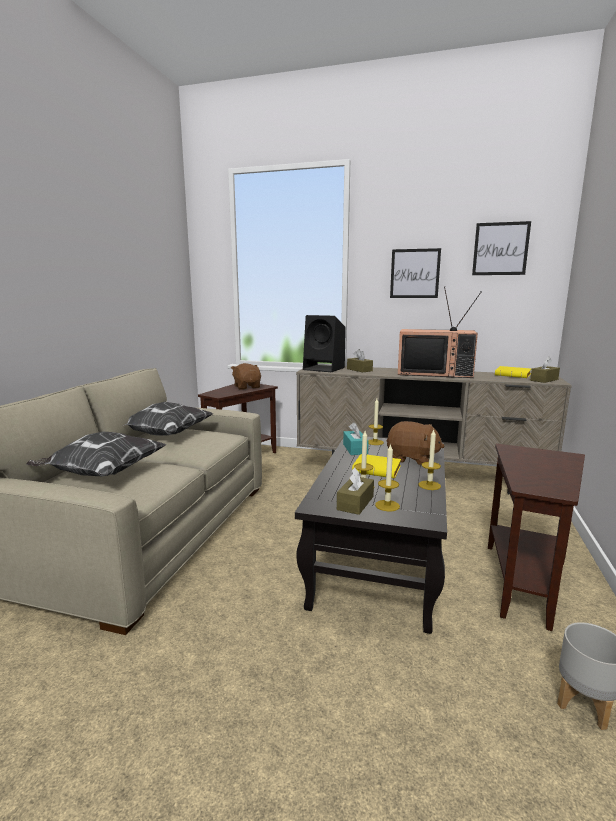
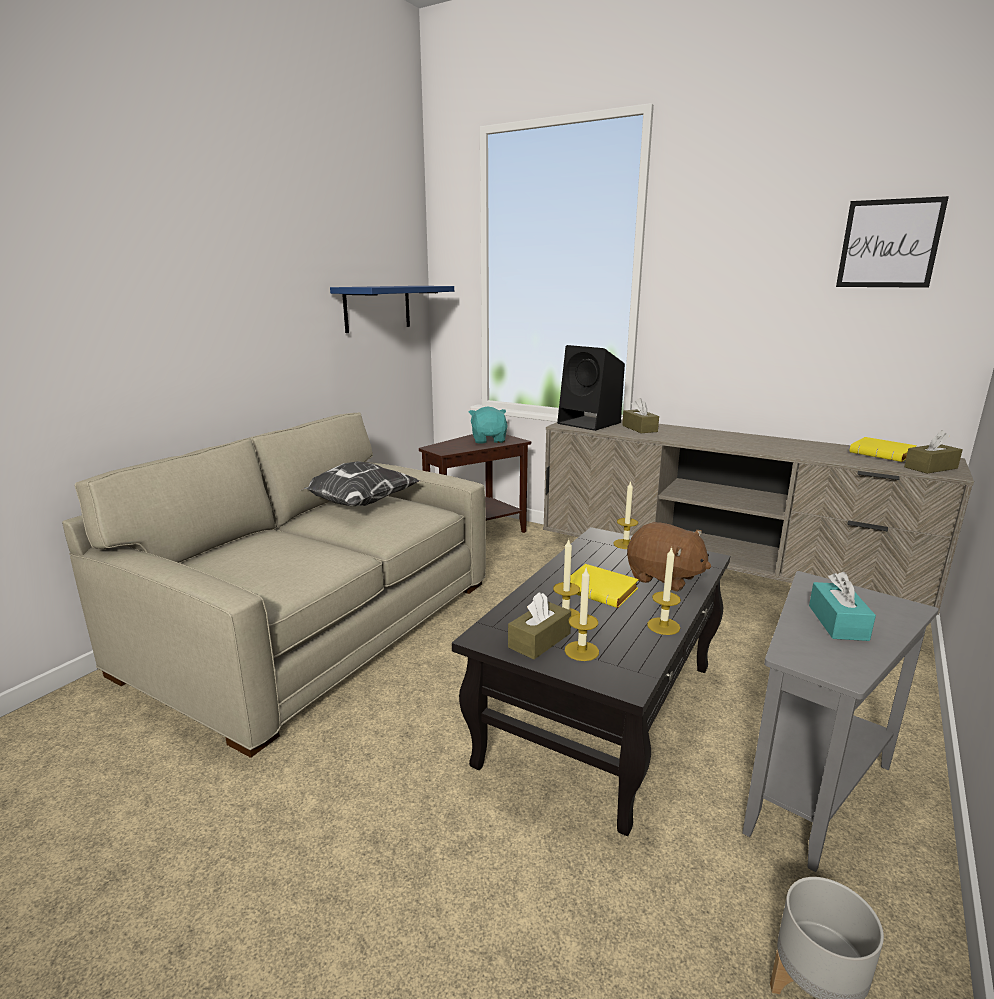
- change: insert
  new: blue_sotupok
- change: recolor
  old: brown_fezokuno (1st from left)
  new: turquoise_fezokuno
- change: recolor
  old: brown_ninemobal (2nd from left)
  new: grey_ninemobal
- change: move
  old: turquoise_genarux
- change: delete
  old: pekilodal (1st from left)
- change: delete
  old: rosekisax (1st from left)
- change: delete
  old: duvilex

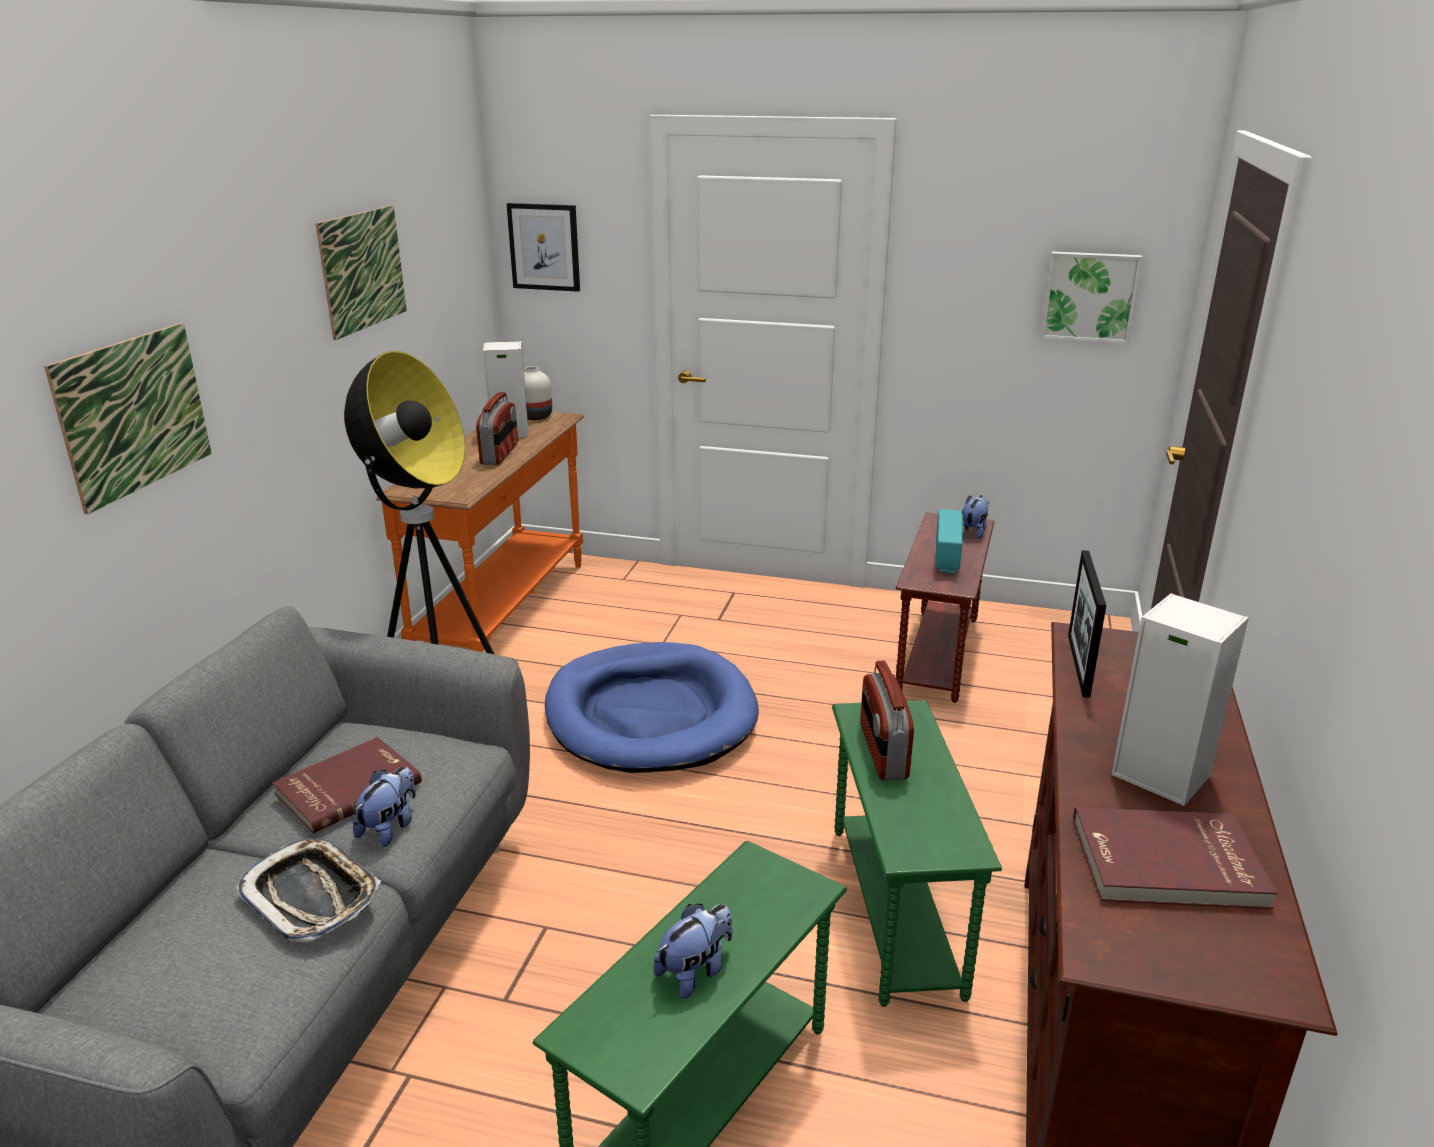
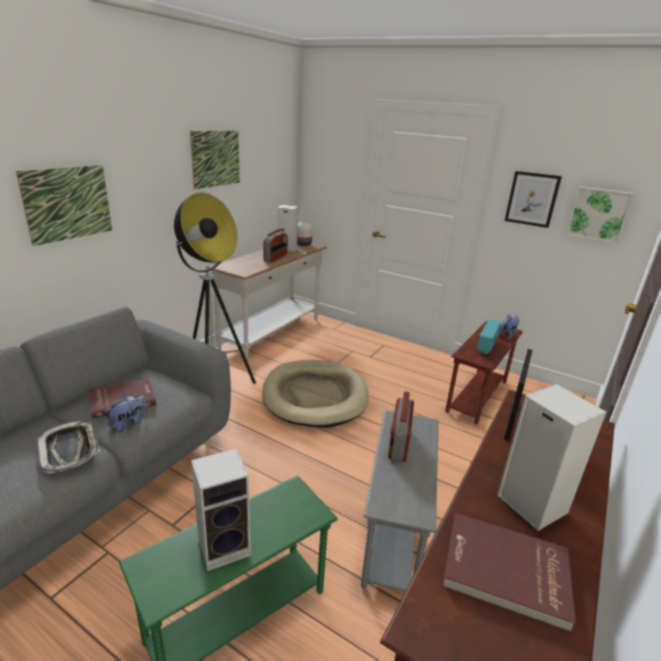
- change: replace
  old: fezokuno (2nd from left)
  new: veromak (1st from left)
- change: recolor
  old: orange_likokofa
  new: white_likokofa
- change: recolor
  old: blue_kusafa
  new: beige_kusafa
- change: recolor
  old: green_ninemobal (2nd from left)
  new: grey_ninemobal
- change: move
  old: rosekisax (3rd from left)

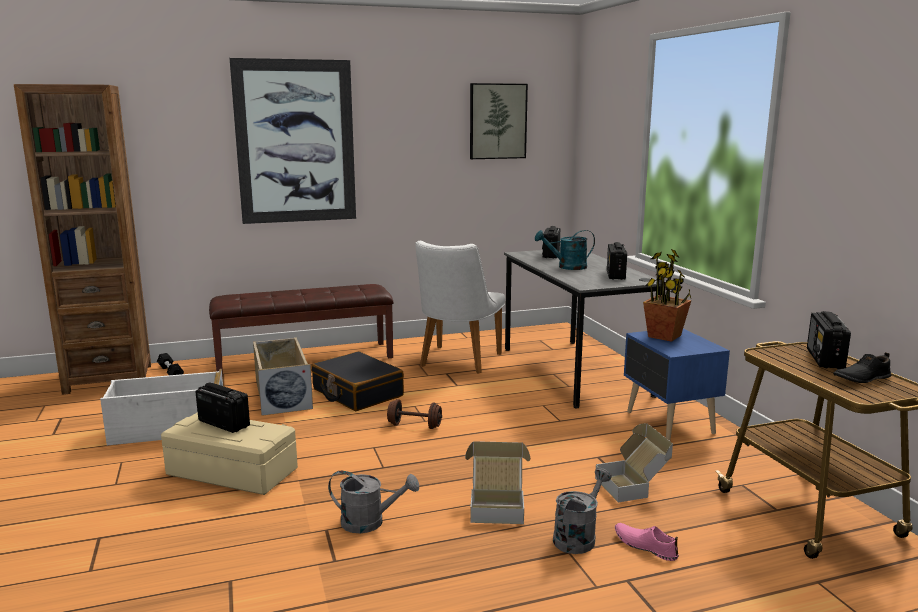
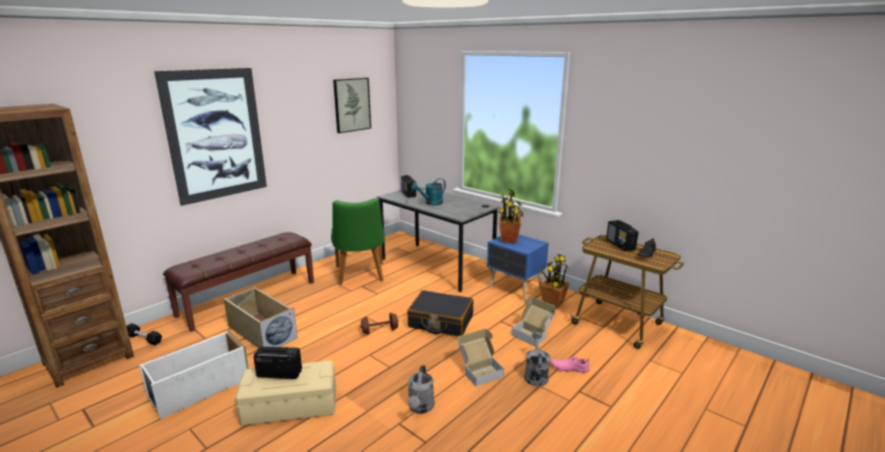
- change: recolor
  old: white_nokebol
  new: green_nokebol
- change: move
  old: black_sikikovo
- change: rotate
  old: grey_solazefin (1st from left)
  degrees: 120
- change: insert
  new: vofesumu (2nd from left)
- change: delete
  old: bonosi (3rd from left)

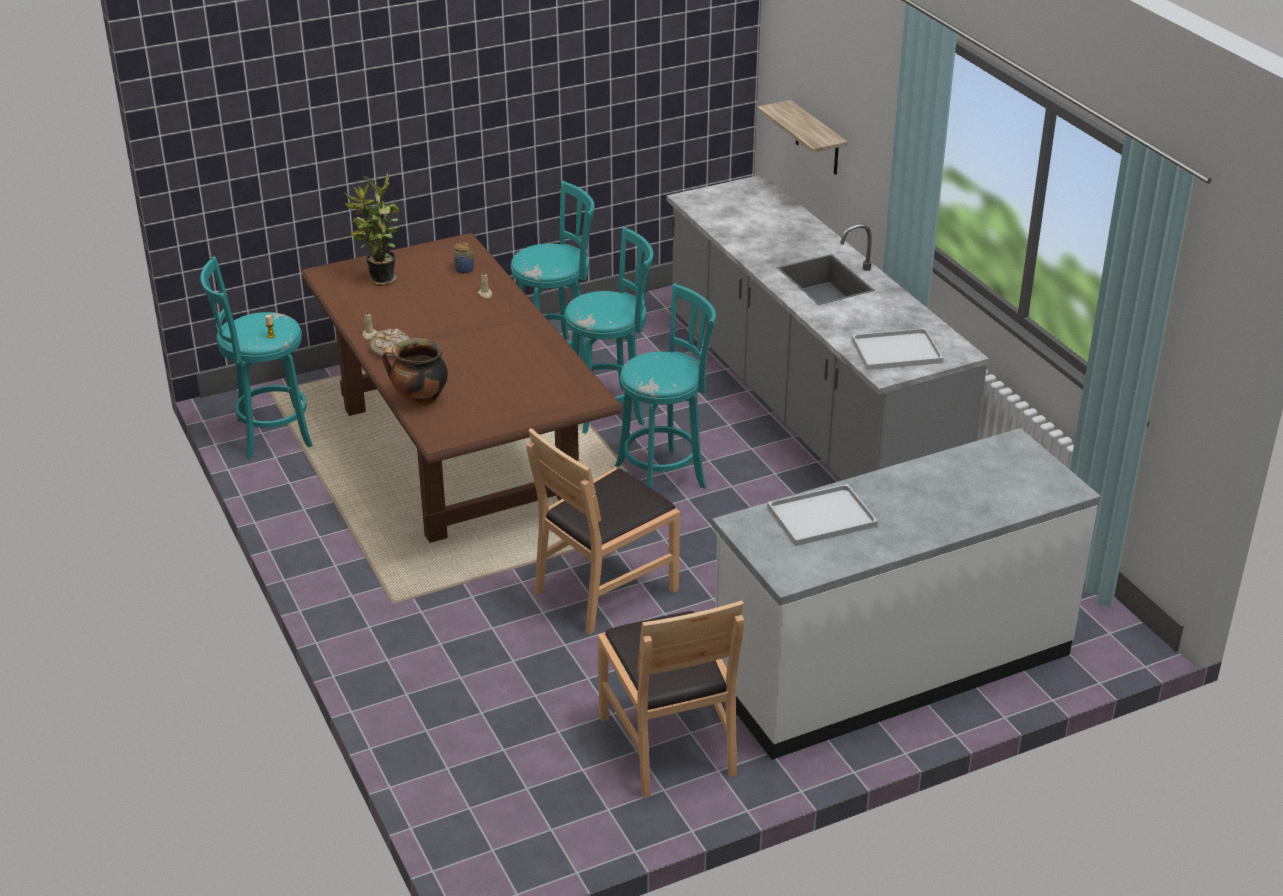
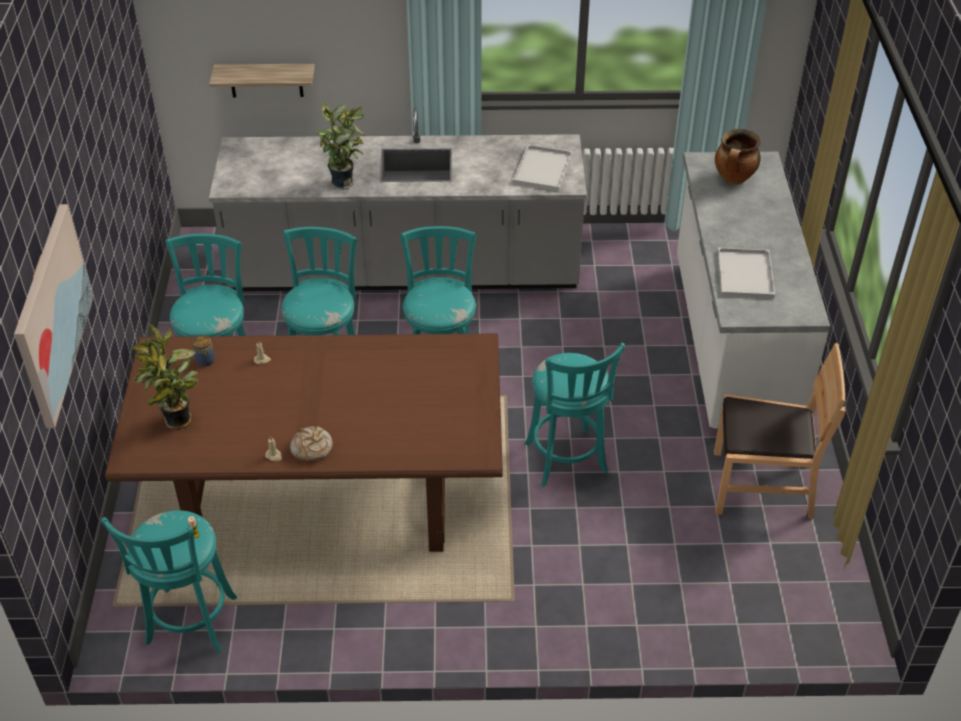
- change: insert
  new: rosekisax
- change: insert
  new: vofesumu (2nd from left)
- change: replace
  old: brown_nokebol (1st from left)
  new: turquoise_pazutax (5th from left)
- change: move
  old: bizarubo

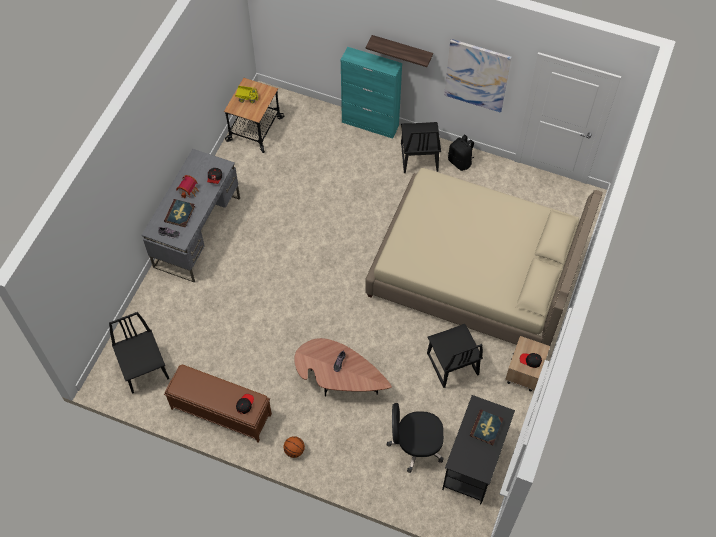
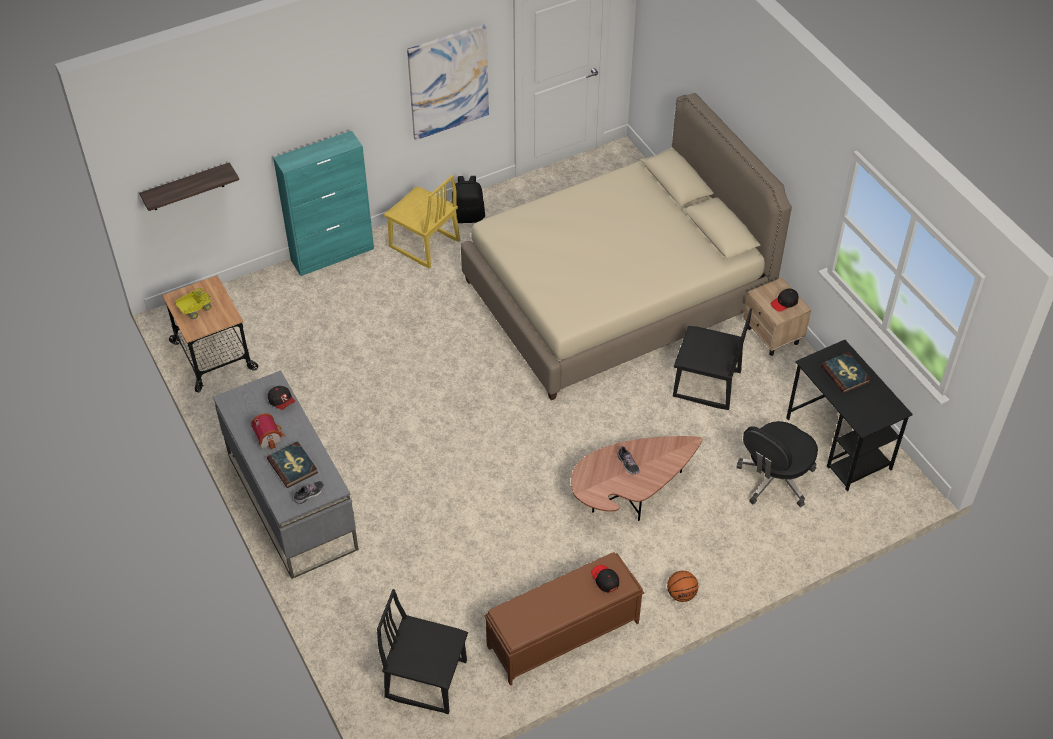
- change: move
  old: sotupok
- change: recolor
  old: black_nokebol (2nd from left)
  new: yellow_nokebol

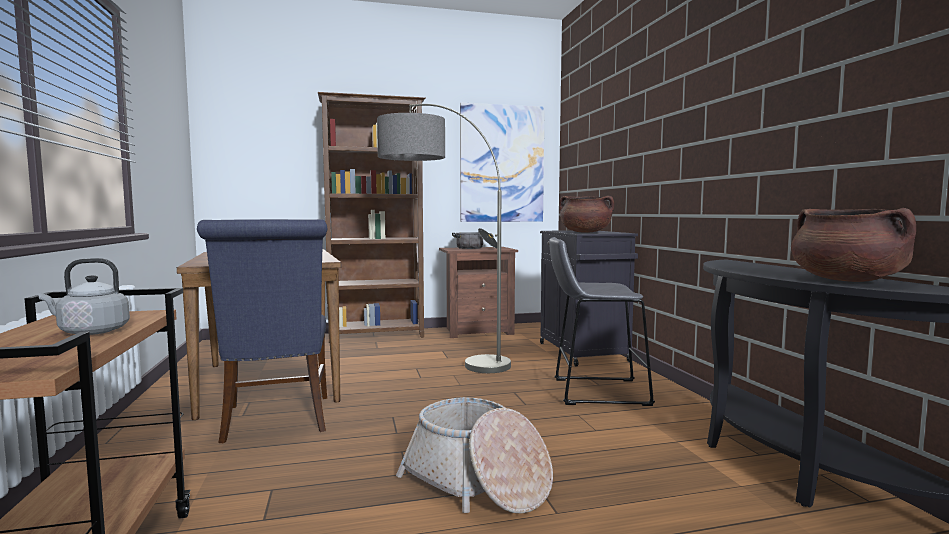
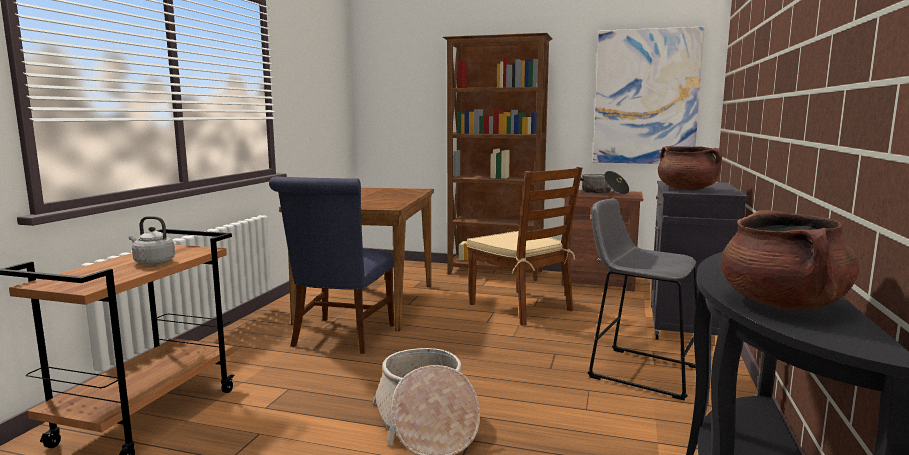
- change: replace
  old: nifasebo
  new: brown_nokebol

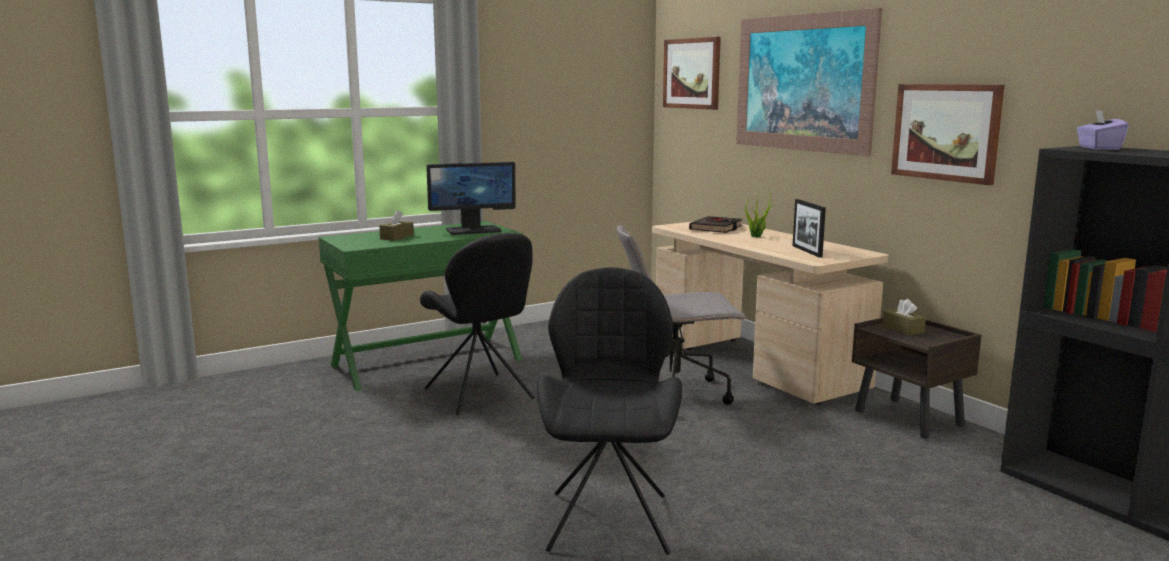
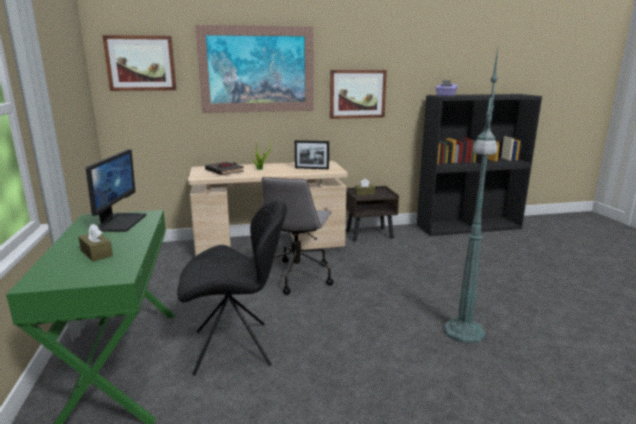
- change: replace
  old: black_nokebol (2nd from left)
  new: green_nifasebo

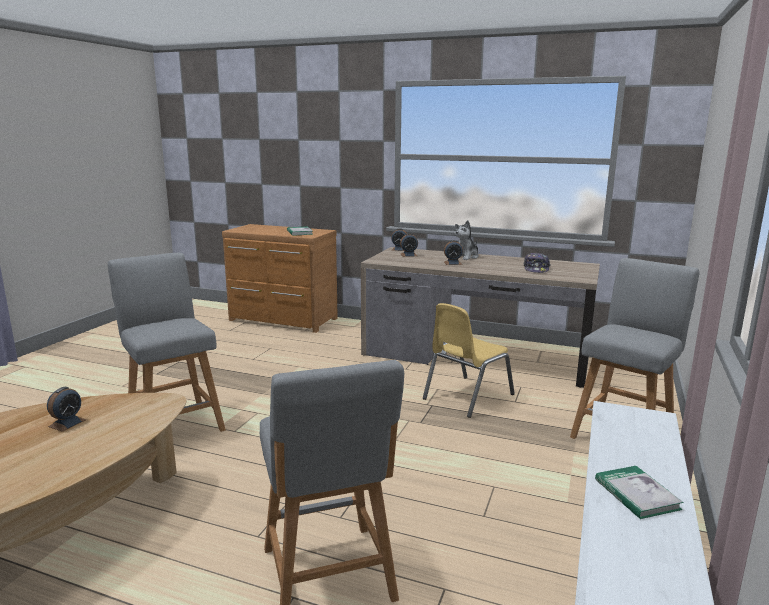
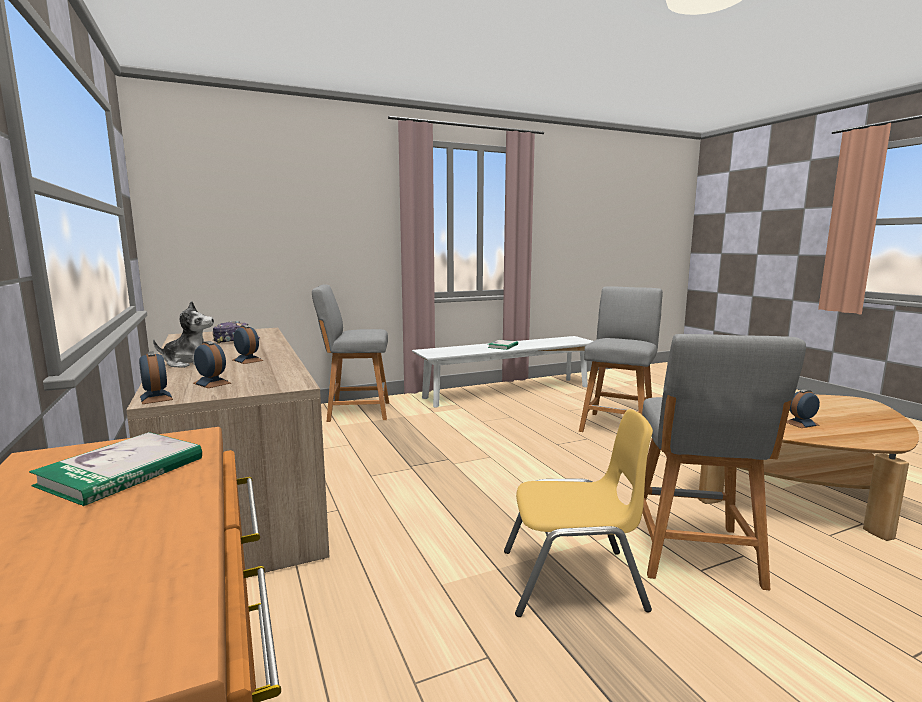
- change: move
  old: yellow_nokebol

